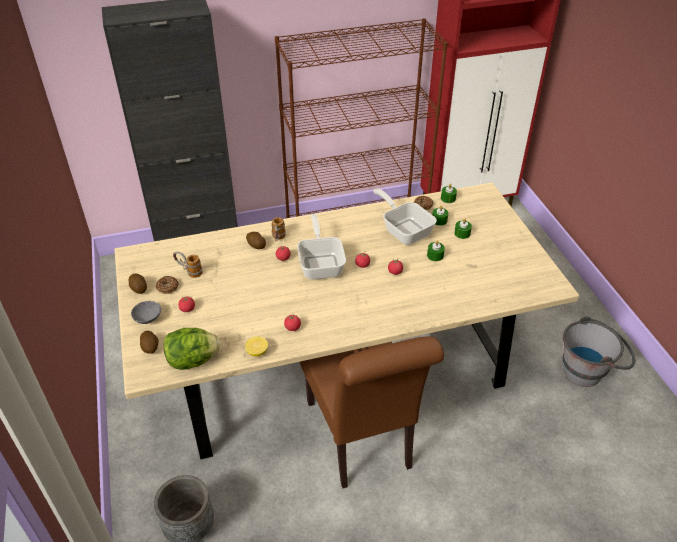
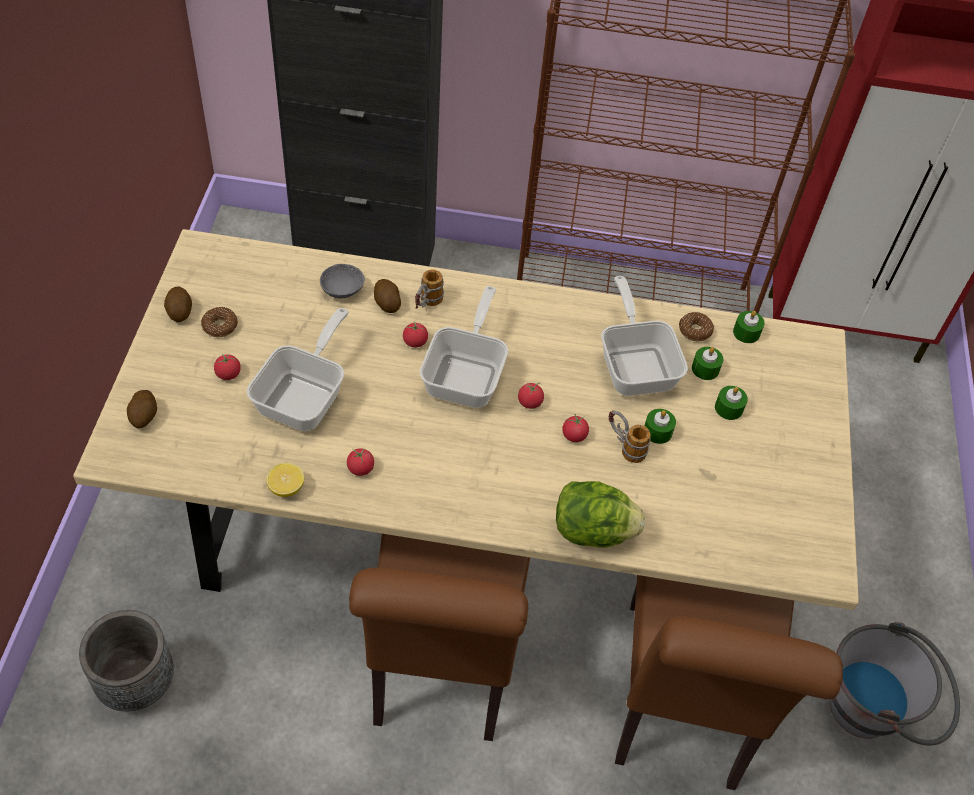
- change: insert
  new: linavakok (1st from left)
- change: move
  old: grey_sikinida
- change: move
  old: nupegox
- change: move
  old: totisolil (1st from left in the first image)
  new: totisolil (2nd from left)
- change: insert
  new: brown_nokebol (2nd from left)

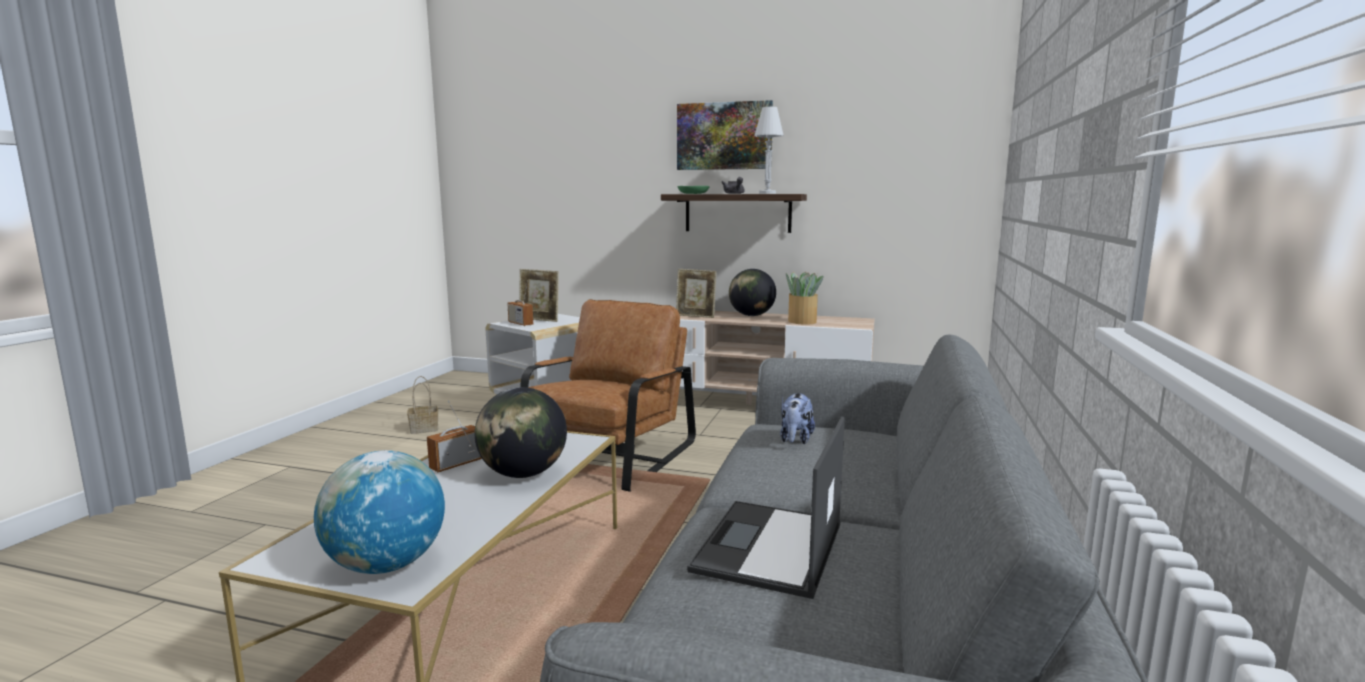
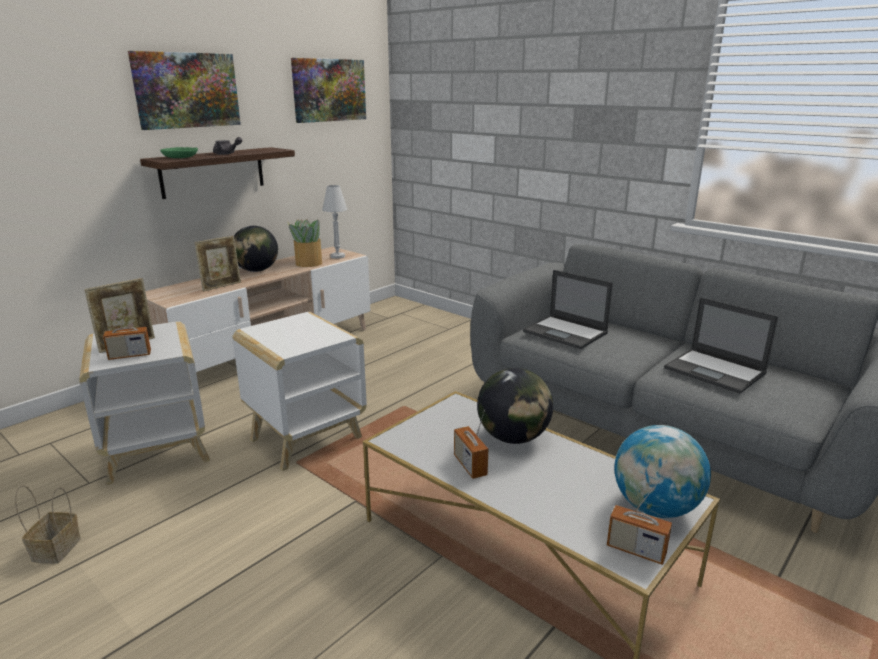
- change: replace
  old: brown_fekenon
  new: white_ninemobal (2nd from left)
- change: insert
  new: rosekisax (2nd from left)
- change: move
  old: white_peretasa
- change: replace
  old: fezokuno
  new: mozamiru (1st from left)
- change: insert
  new: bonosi (3rd from left)

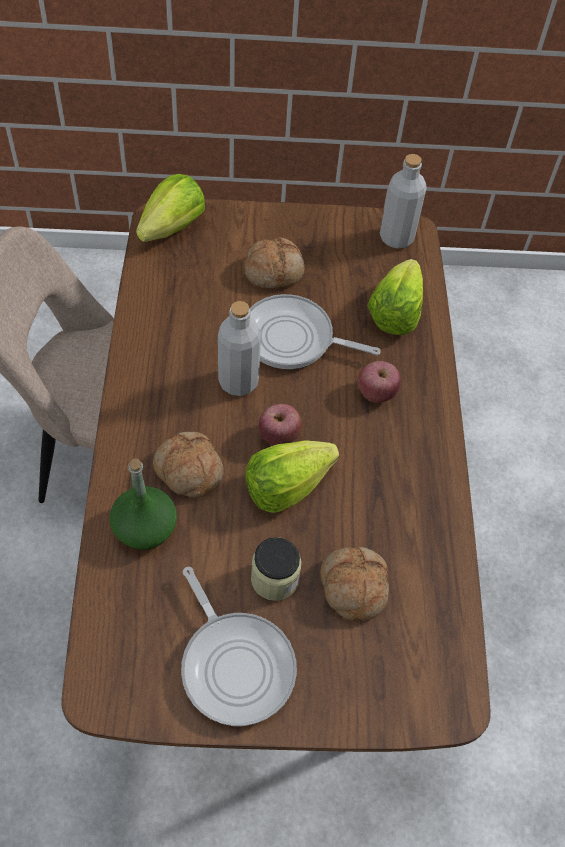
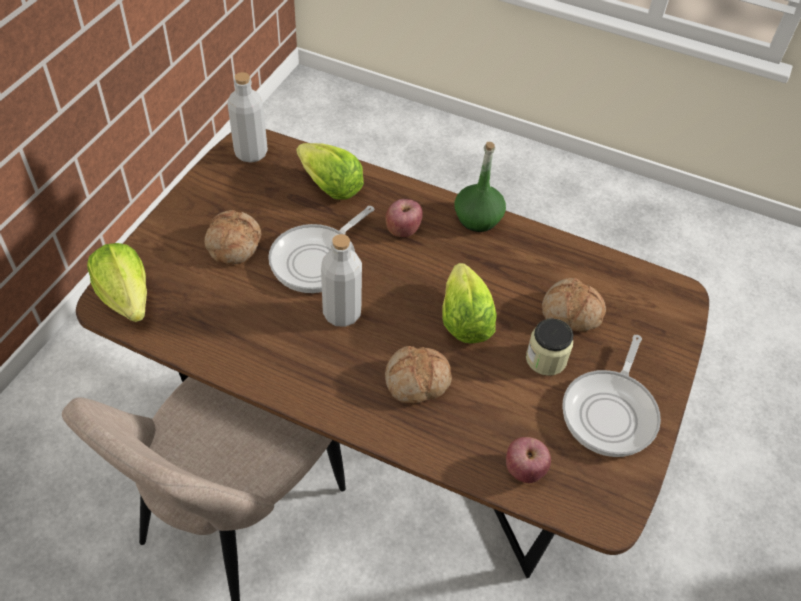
- change: move
  old: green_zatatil
- change: move
  old: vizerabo (1st from left in the first image)
  new: vizerabo (2nd from left)
- change: rotate
  old: linavakok (1st from left in the first image)
  degrees: 120

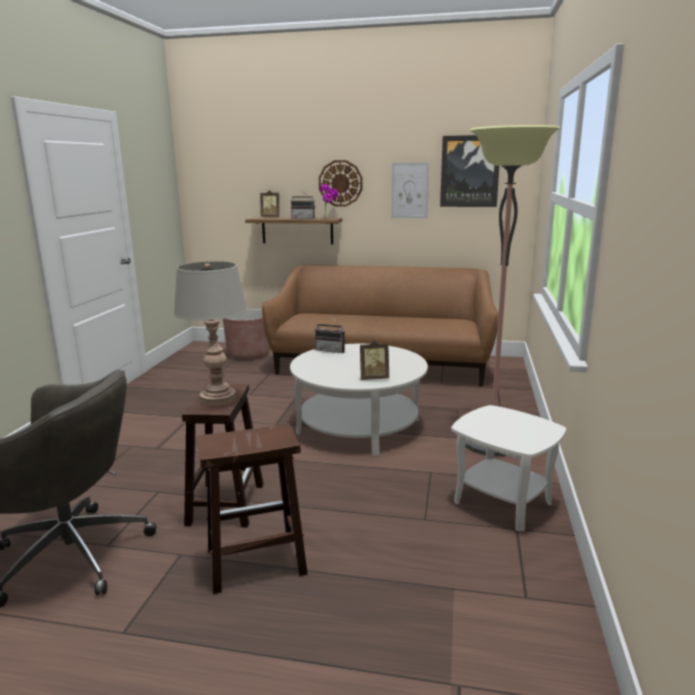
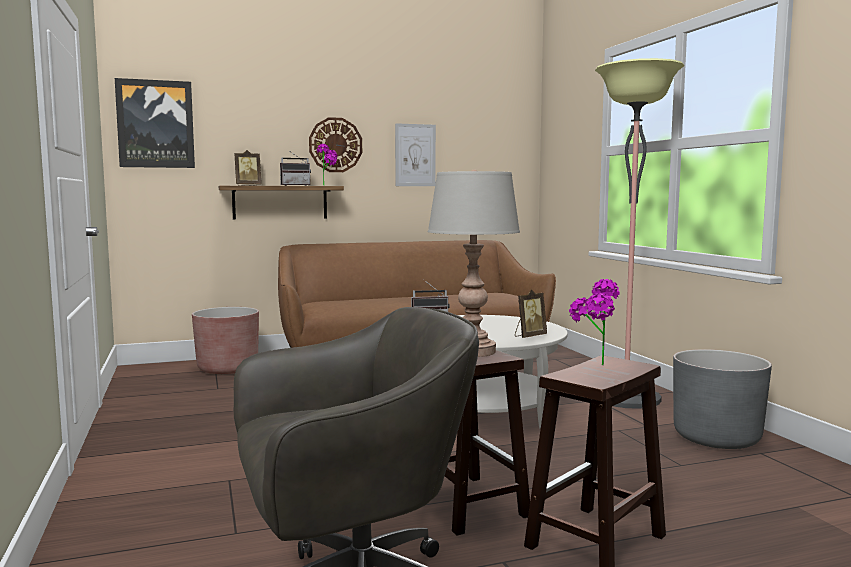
- change: move
  old: rosekisax (2nd from left in the first image)
  new: rosekisax (1st from left)
- change: insert
  new: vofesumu (2nd from left)
- change: replace
  old: white_ninemobal
  new: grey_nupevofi

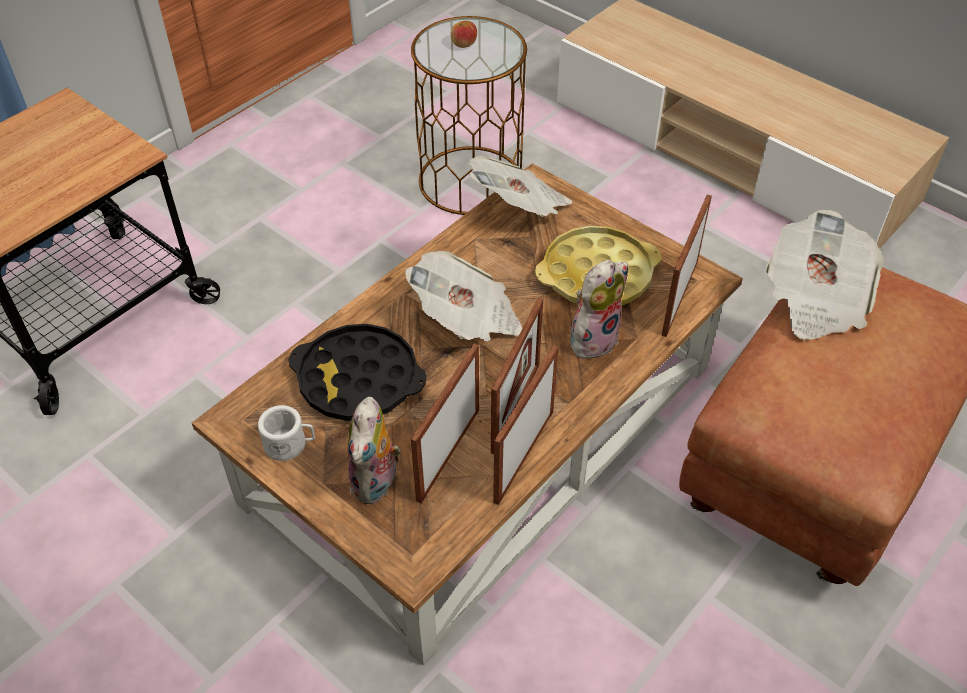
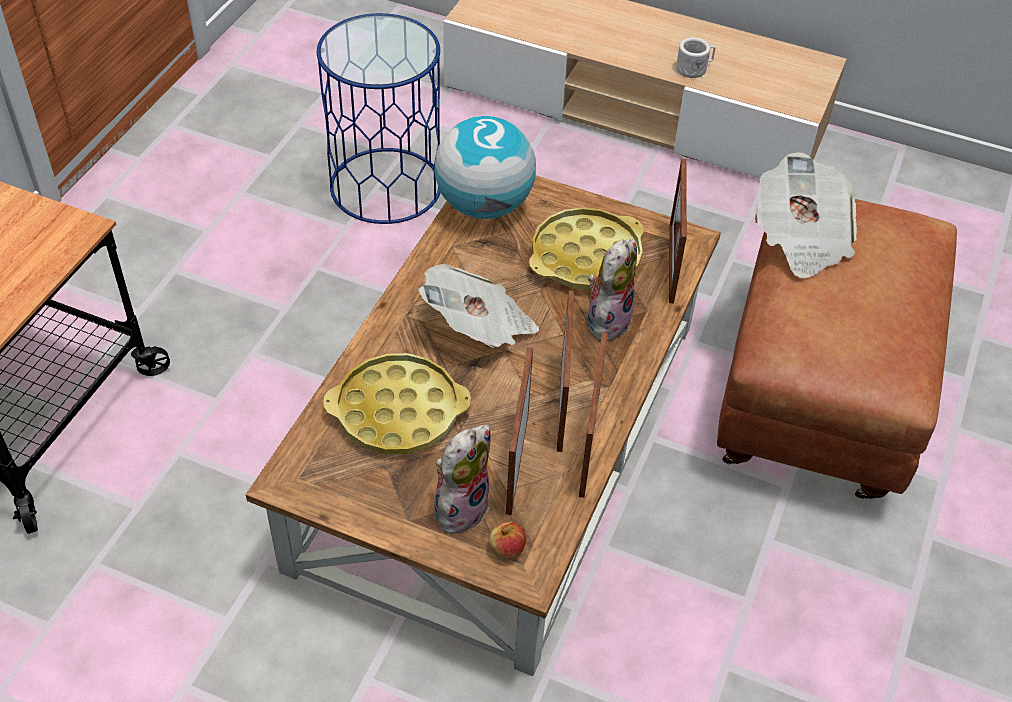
- change: recolor
  old: brown_ninemobal
  new: blue_ninemobal
- change: recolor
  old: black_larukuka
  new: yellow_larukuka (1st from left)
- change: replace
  old: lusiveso (2nd from left)
  new: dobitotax
- change: rotate
  old: fezokuno (1st from left)
  degrees: -135
- change: move
  old: vizerabo
- change: move
  old: white_totisolil

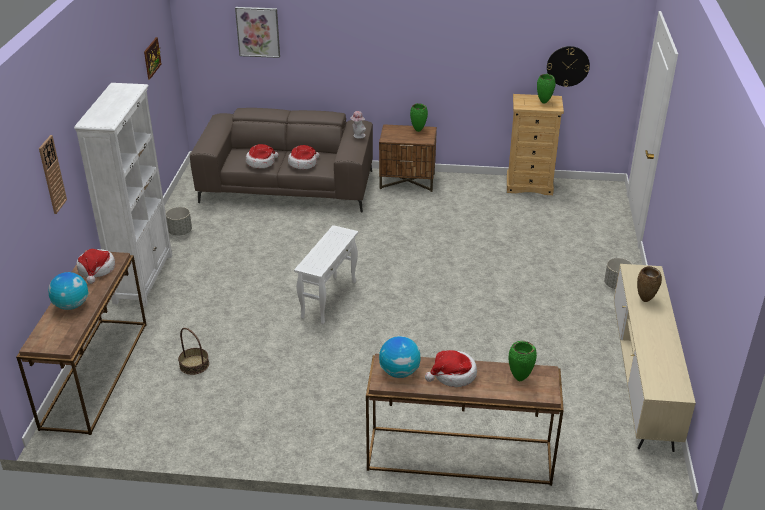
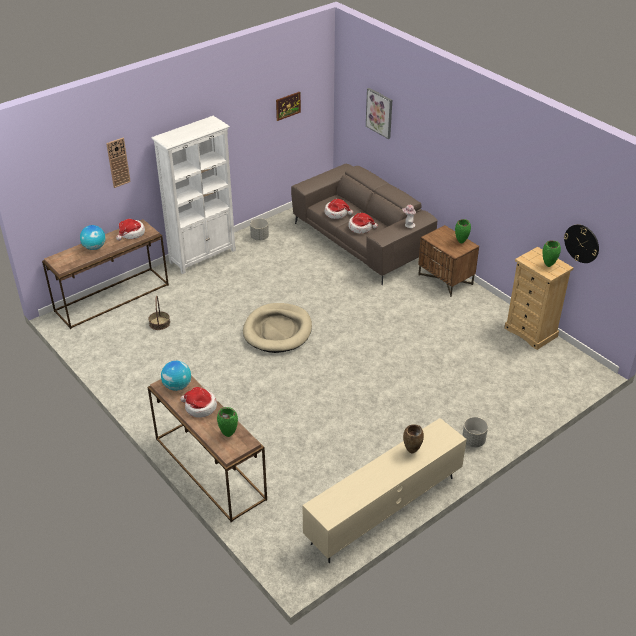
- change: replace
  old: white_ninemobal
  new: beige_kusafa

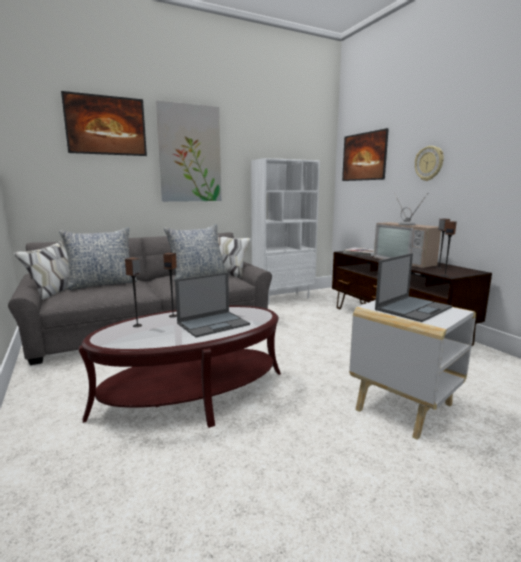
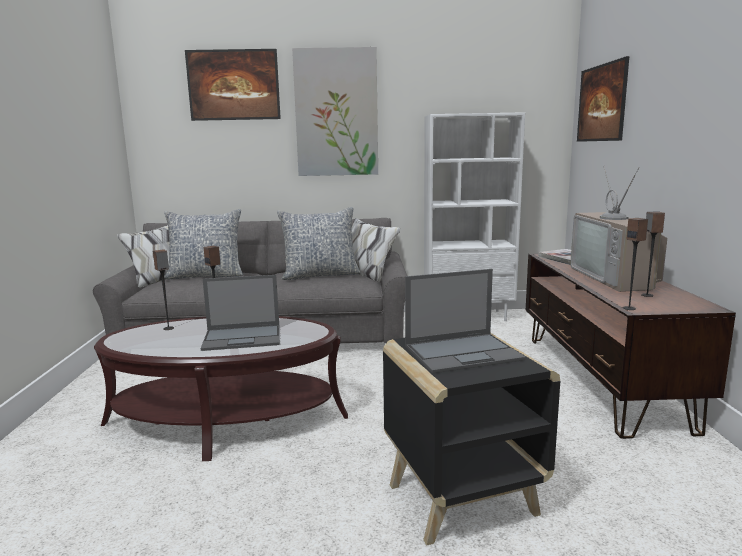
- change: recolor
  old: white_ninemobal
  new: black_ninemobal
- change: delete
  old: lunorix

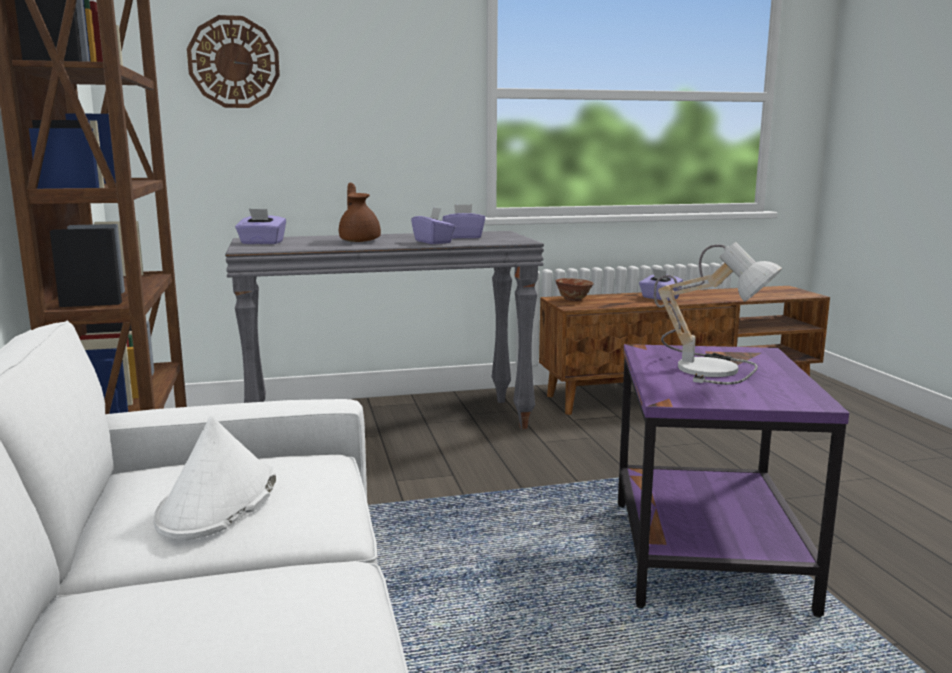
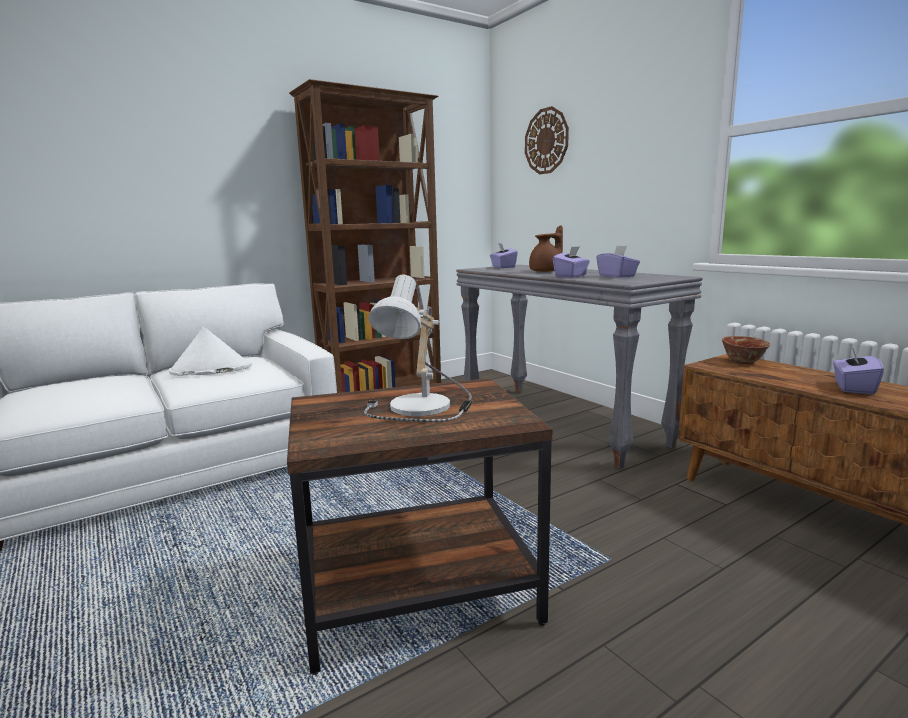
- change: recolor
  old: purple_ninemobal
  new: brown_ninemobal

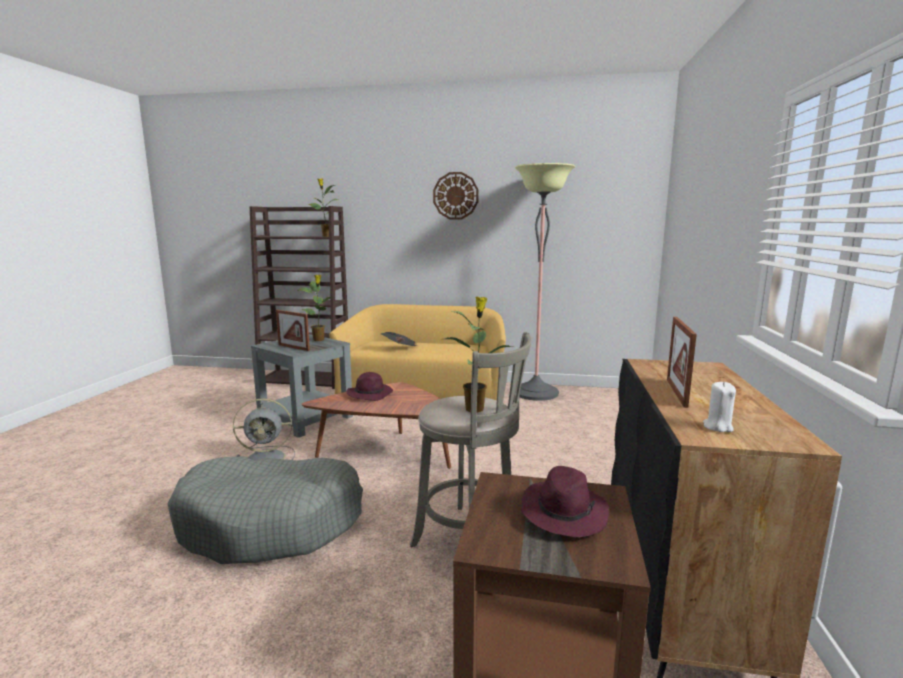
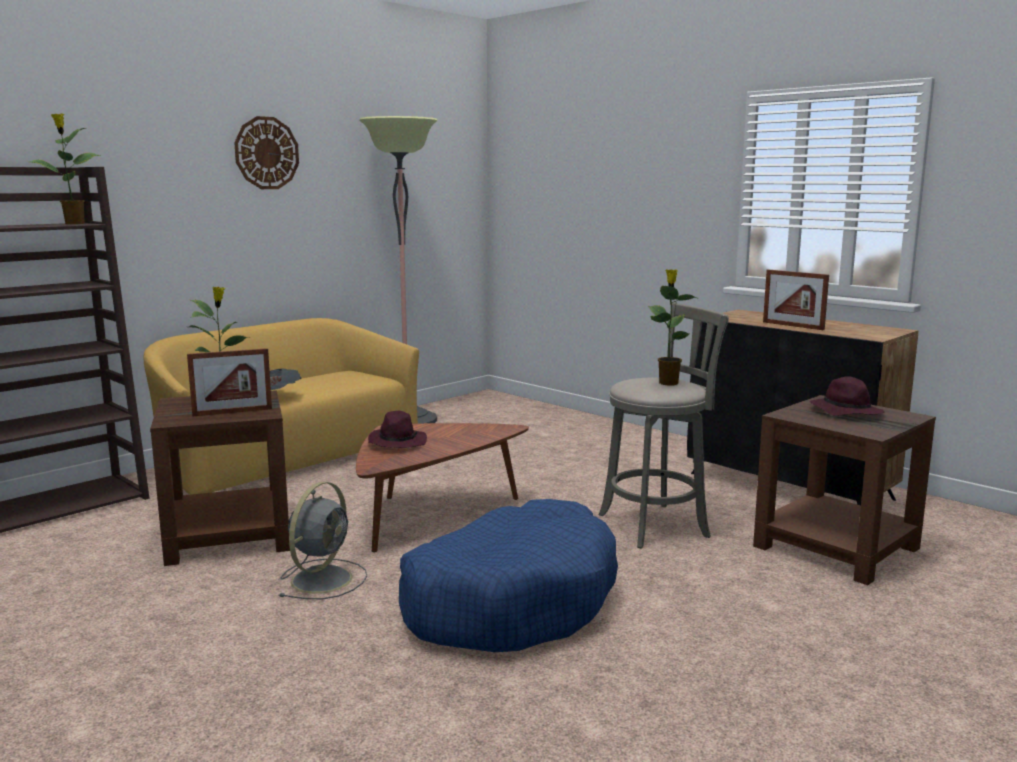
- change: recolor
  old: grey_ninemobal
  new: brown_ninemobal (1st from left)
- change: recolor
  old: grey_kusafa
  new: blue_kusafa
- change: delete
  old: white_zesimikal

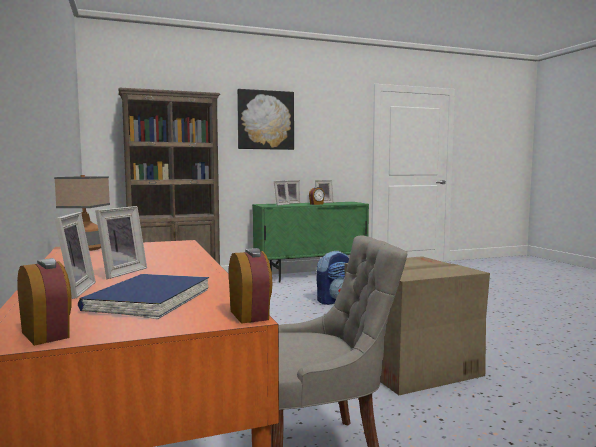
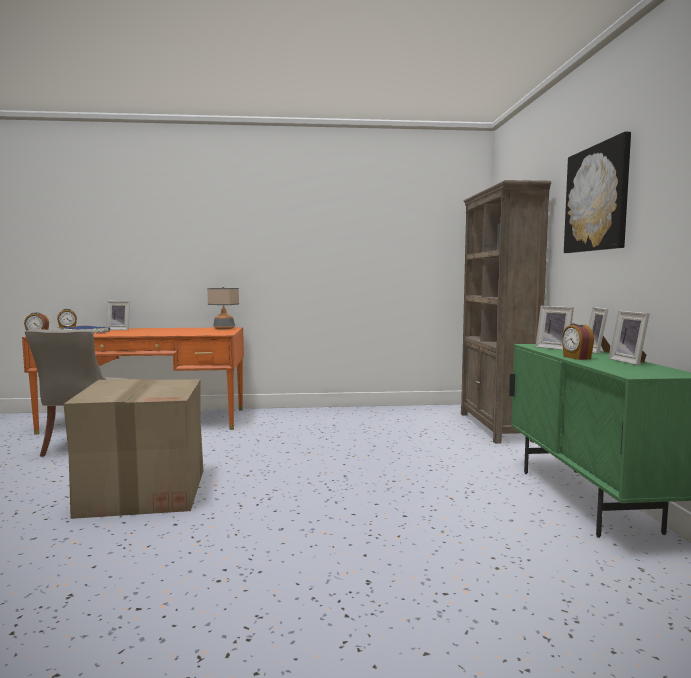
- change: delete
  old: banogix (2nd from left)
- change: delete
  old: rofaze

